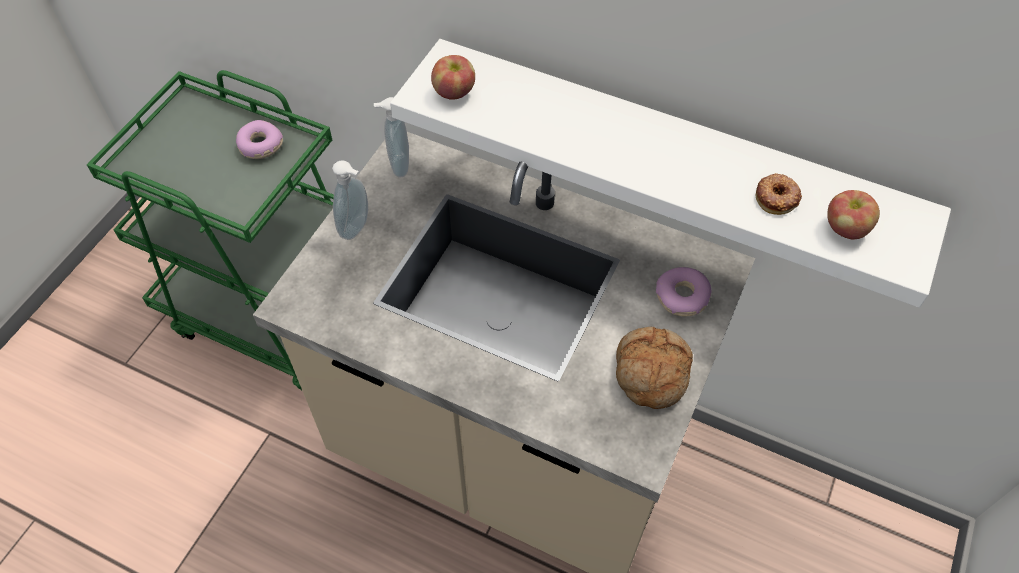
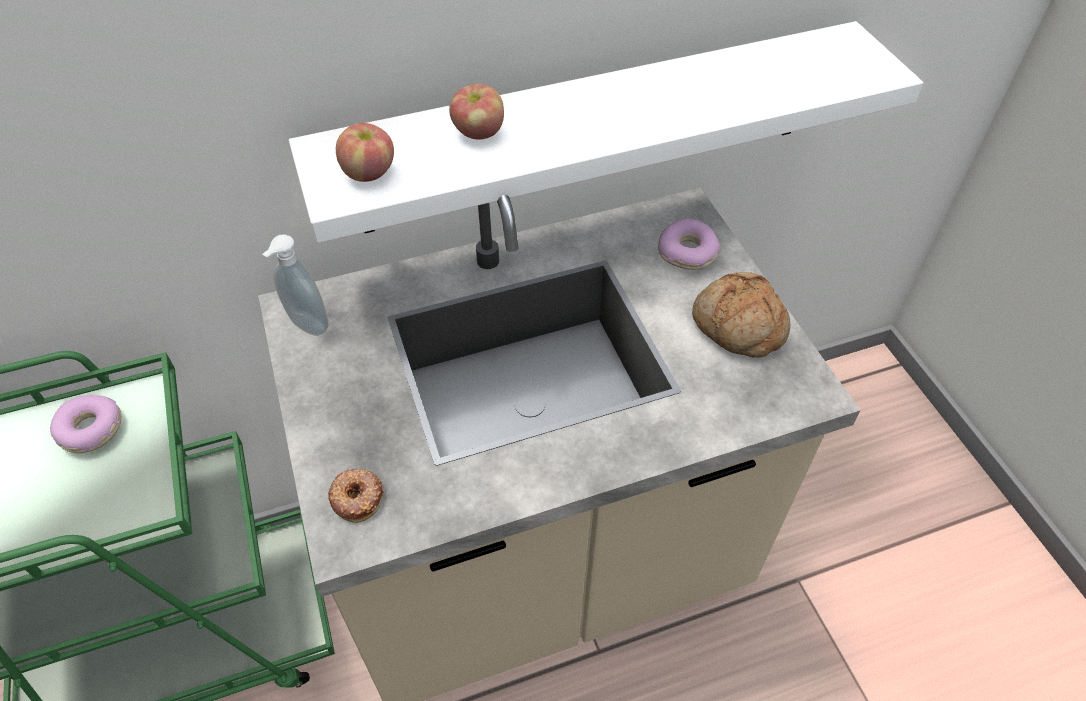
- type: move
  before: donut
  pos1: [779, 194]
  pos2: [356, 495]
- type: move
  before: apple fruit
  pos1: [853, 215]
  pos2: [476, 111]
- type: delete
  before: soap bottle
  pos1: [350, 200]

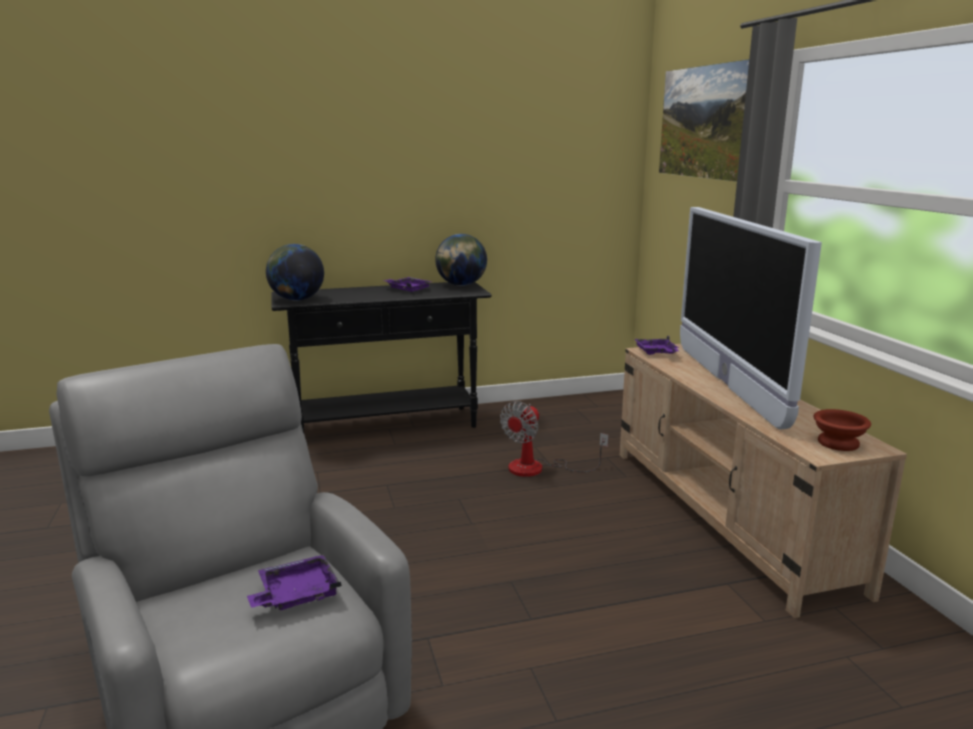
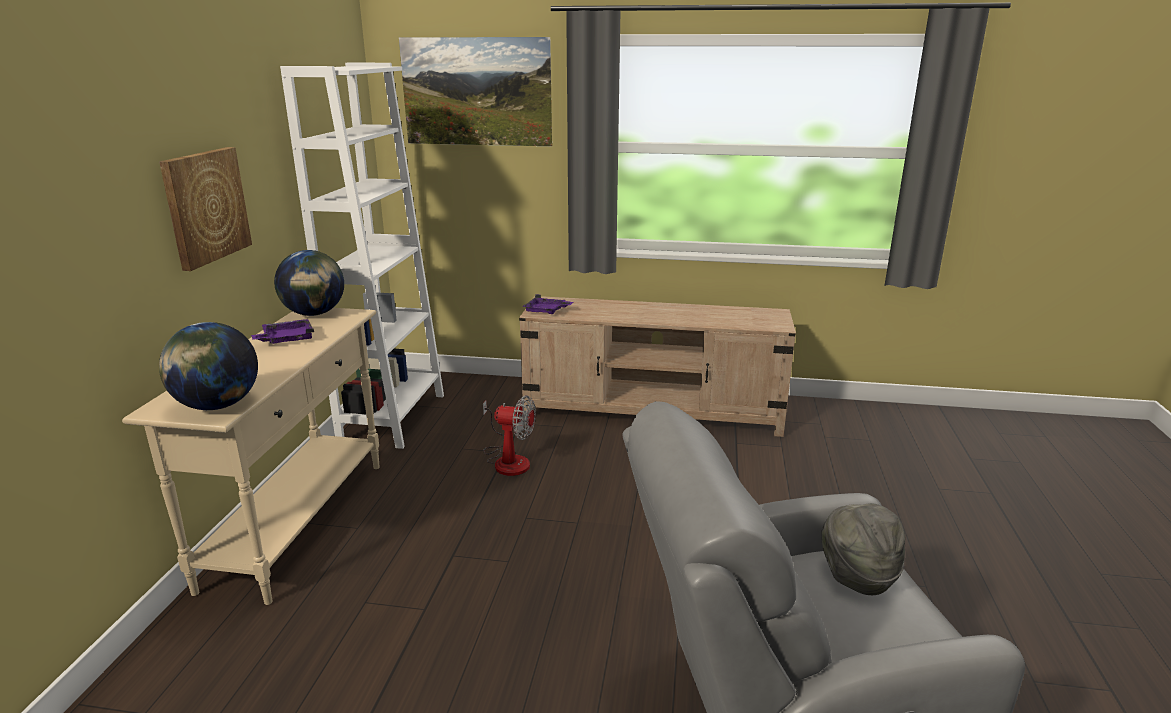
- type: recolor
  before: console table (black)
  after: console table (sand-coloured)
  pos1: [381, 357]
  pos2: [251, 456]
- type: insert
  after: wall art
  pos2: [205, 209]
- type: insert
  after: shelving unit (white-coloured)
  pos2: [362, 256]
- type: rotate
  before: fan
  pos1: [554, 439]
  pos2: [509, 435]
  turn: -45
- type: replace
  before: serving tray (purple)
  after: clothing hat (greyish)
  pos1: [294, 582]
  pos2: [863, 549]
- type: delete
  before: television
  pos1: [751, 318]
- type: delete
  before: serving bowl (brown)
  pos1: [842, 430]

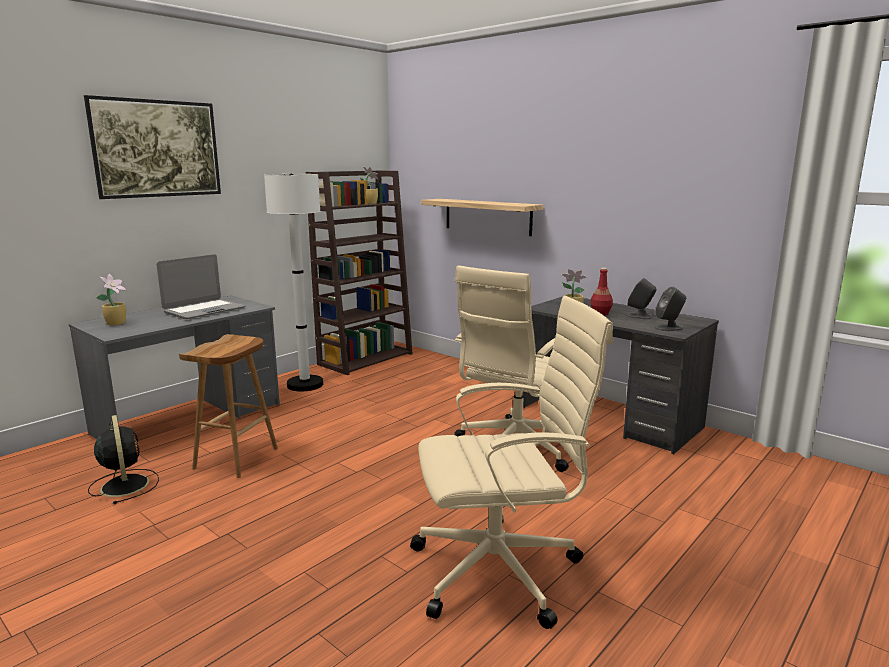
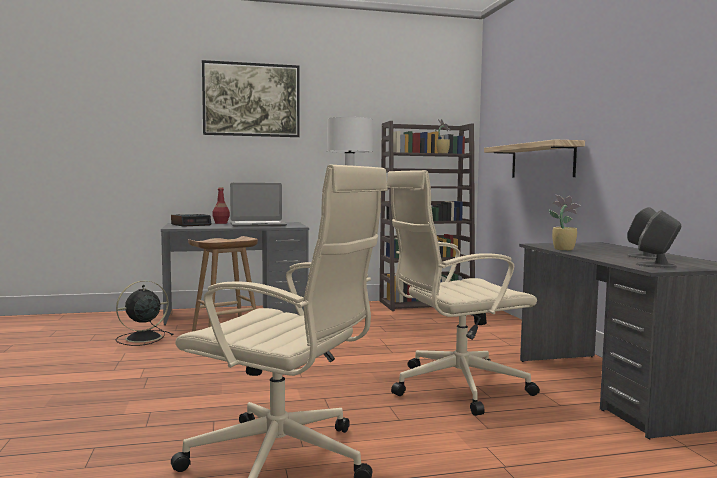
- type: rotate
  before: fan (black)
  pos1: [123, 459]
  pos2: [145, 313]
  turn: -135
- type: replace
  before: potted plant
  after: alarm clock
  pos1: [111, 300]
  pos2: [191, 220]
- type: move
  before: drink bottle (red)
  pos1: [601, 292]
  pos2: [221, 205]

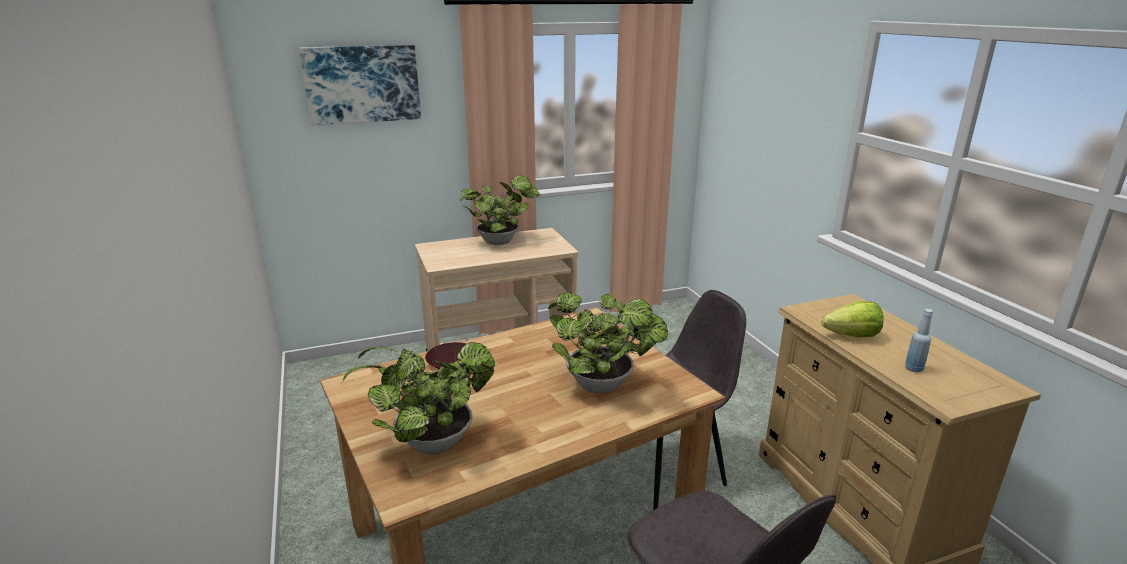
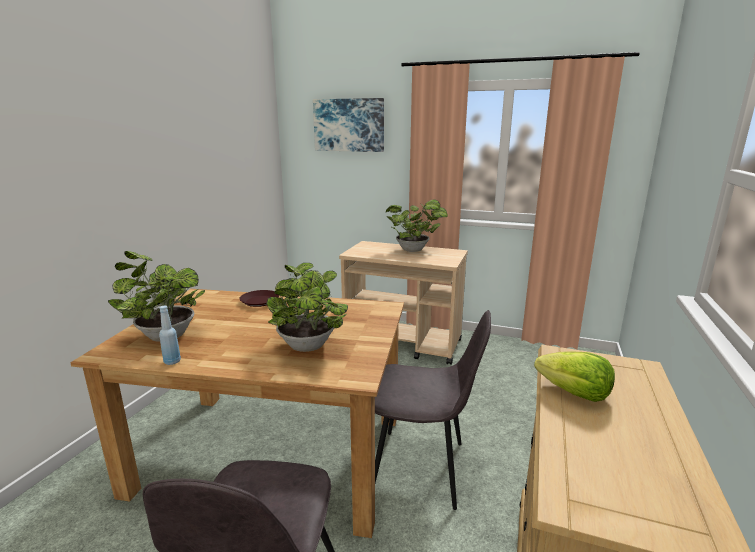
- type: move
  before: drink bottle (blue-coloured)
  pos1: [919, 340]
  pos2: [170, 335]

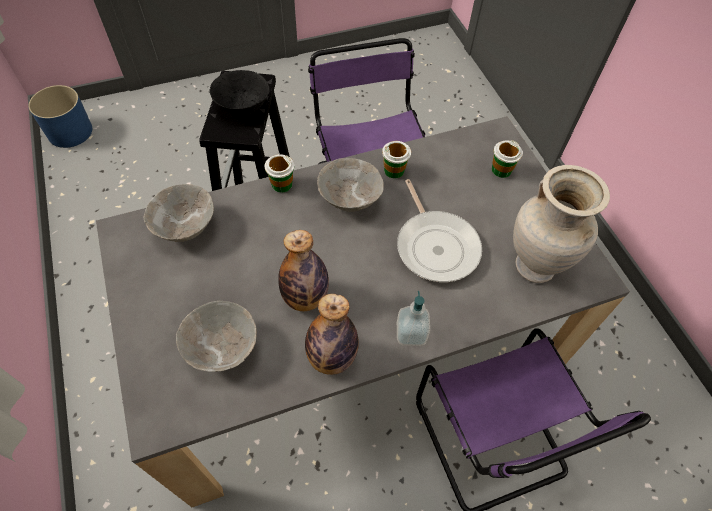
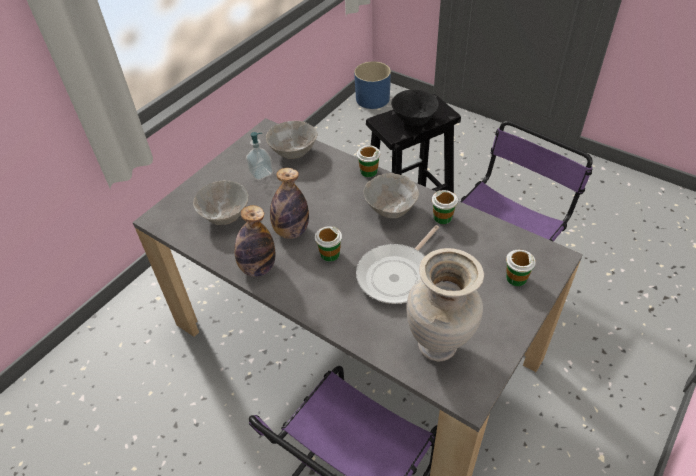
- type: move
  before: soap bottle
  pos1: [413, 318]
  pos2: [259, 156]
- type: insert
  after: drinking cup
  pos2: [328, 244]

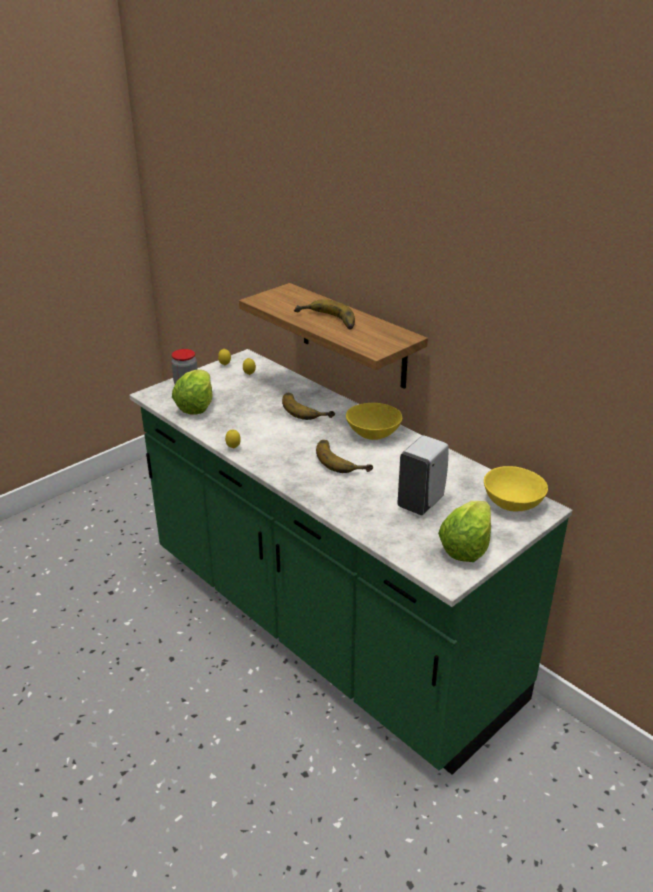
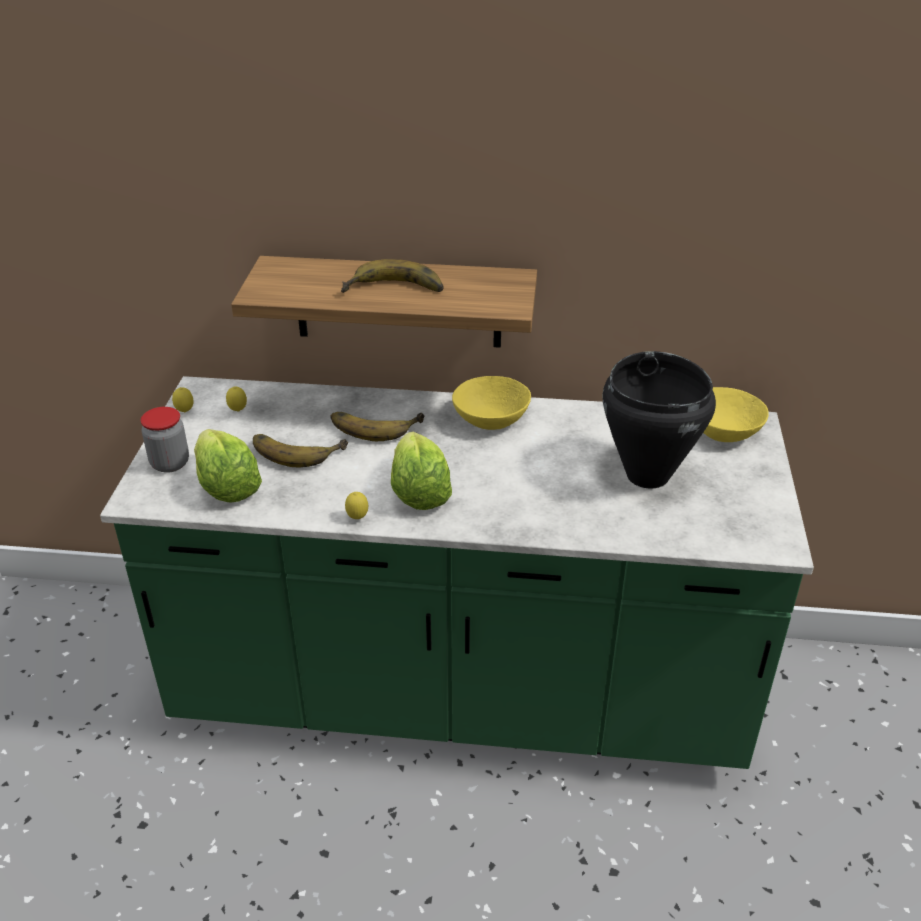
- type: move
  before: banana
  pos1: [344, 456]
  pos2: [300, 450]
- type: move
  before: lettuce
  pos1: [464, 531]
  pos2: [421, 470]
- type: replace
  before: soap bottle (white-coloured)
  after: saucepot (black)
  pos1: [423, 475]
  pos2: [659, 420]

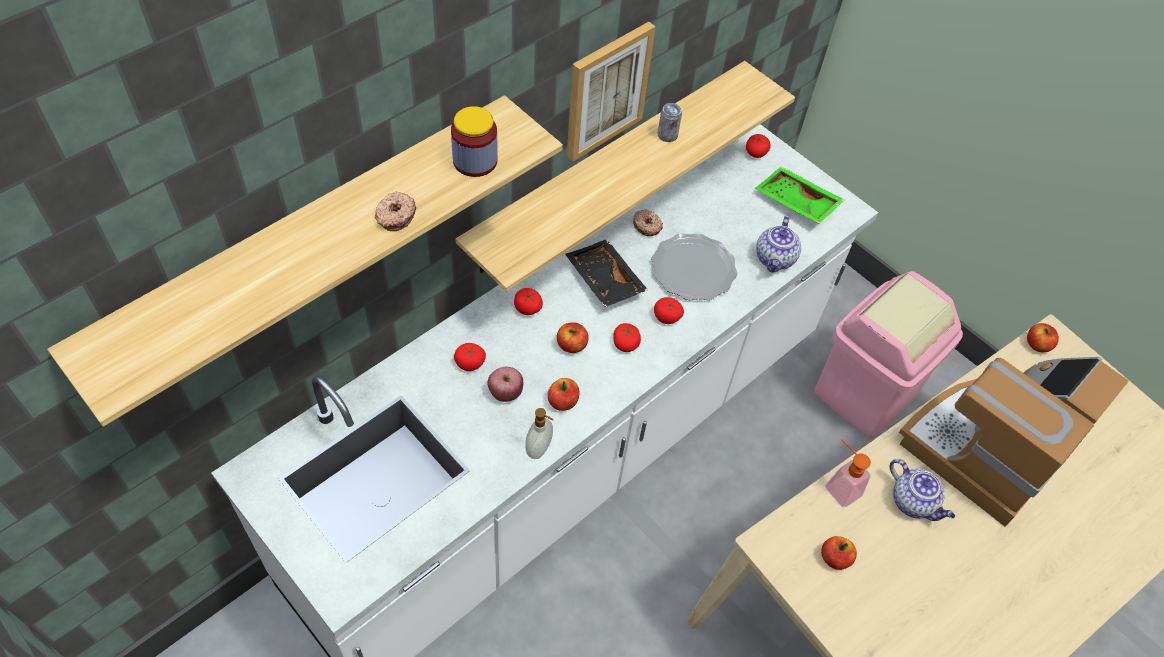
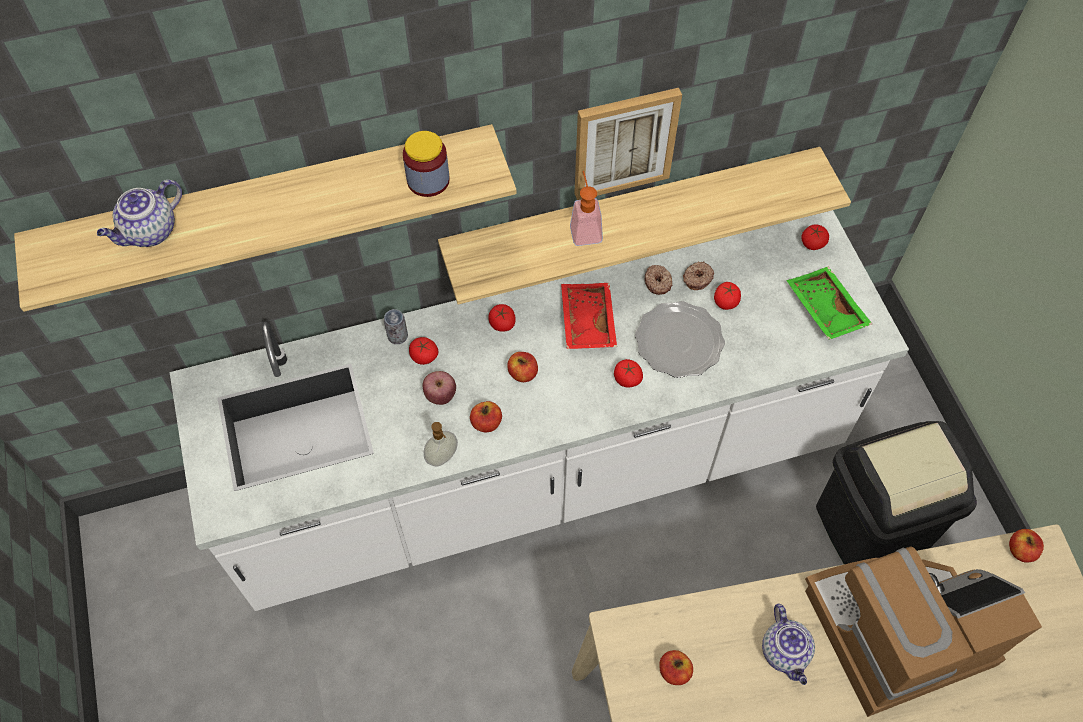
- type: move
  before: tea pot
  pos1: [779, 244]
  pos2: [139, 213]
- type: move
  before: sealed can
  pos1: [670, 122]
  pos2: [396, 326]
- type: recolor
  before: serving tray (black)
  after: serving tray (red)
  pos1: [606, 273]
  pos2: [589, 316]
- type: move
  before: soap bottle
  pos1: [848, 473]
  pos2: [586, 208]
- type: move
  before: donut
  pos1: [395, 211]
  pos2: [698, 275]
- type: move
  before: fresh tomato
  pos1: [627, 337]
  pos2: [727, 296]
- type: recolor
  before: rubbish bin (pinkish)
  after: rubbish bin (black)
  pos1: [888, 354]
  pos2: [896, 492]

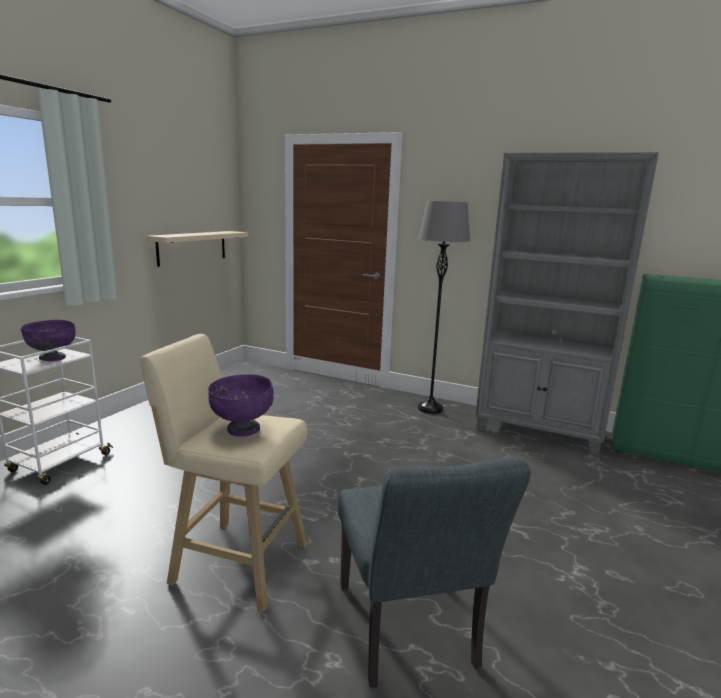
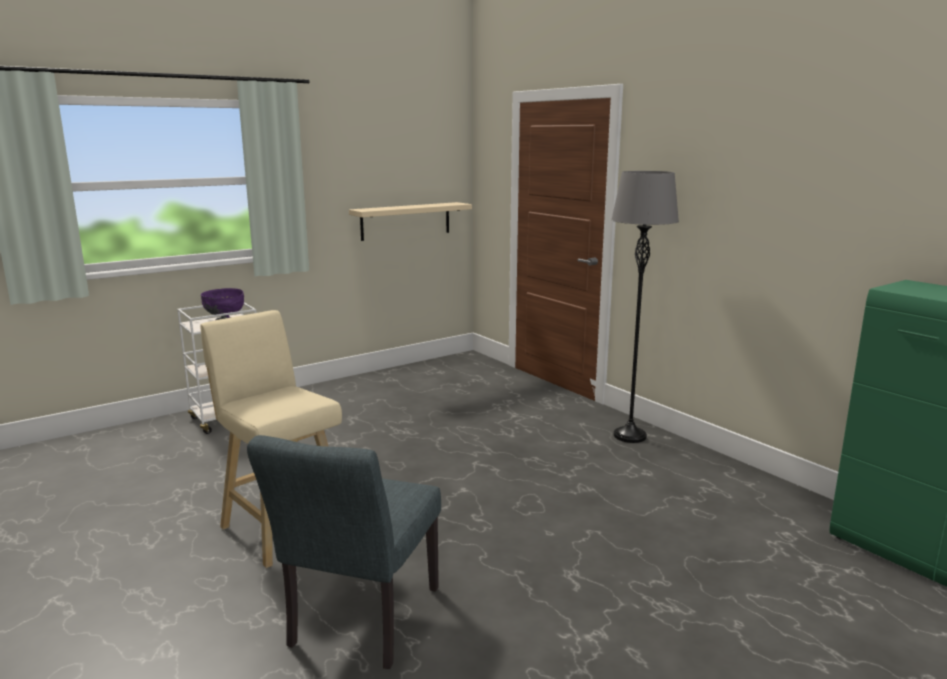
- type: delete
  before: serving bowl (purple)
  pos1: [241, 405]
- type: delete
  before: shelving unit (greyish)
  pos1: [567, 304]

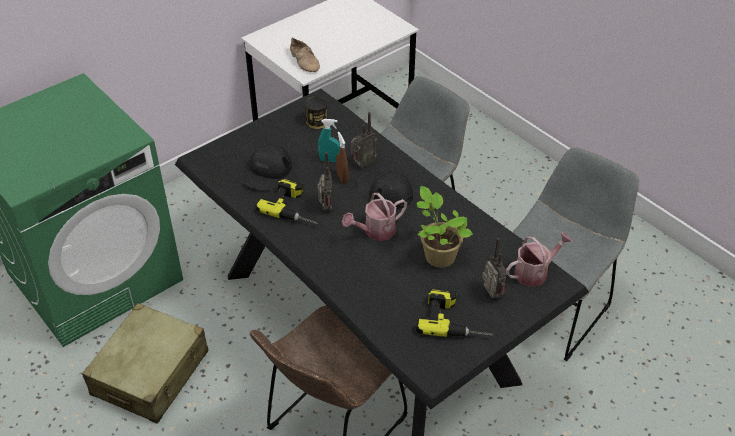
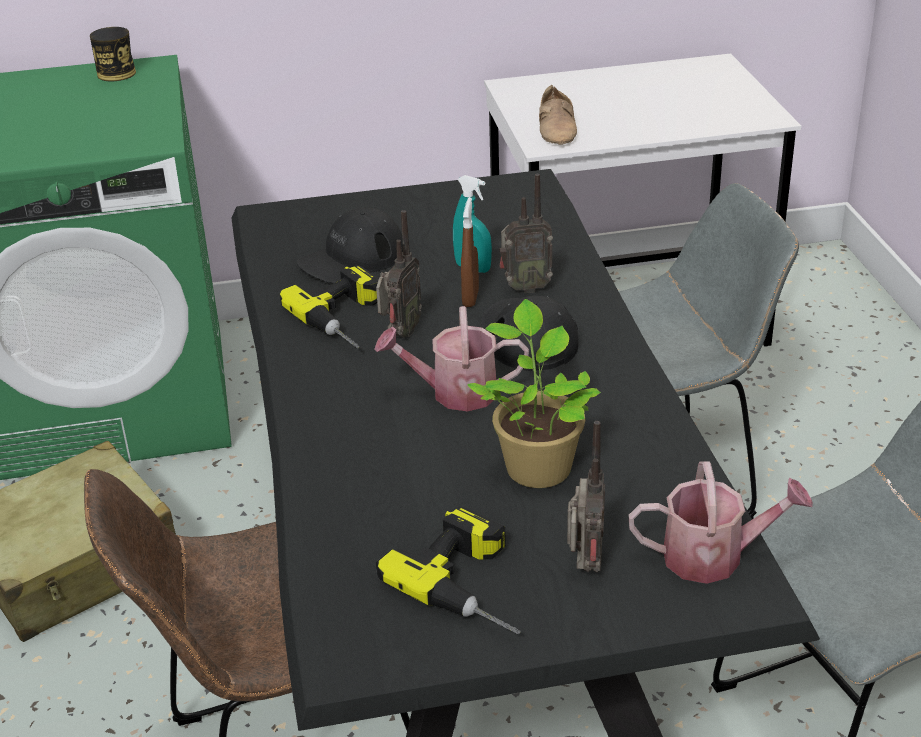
- type: move
  before: sealed can
  pos1: [316, 112]
  pos2: [113, 54]

